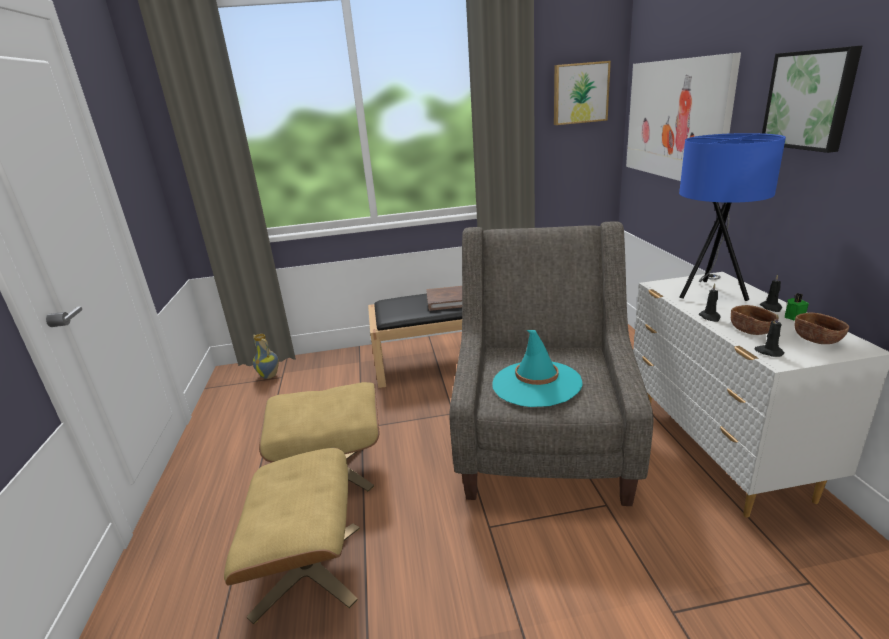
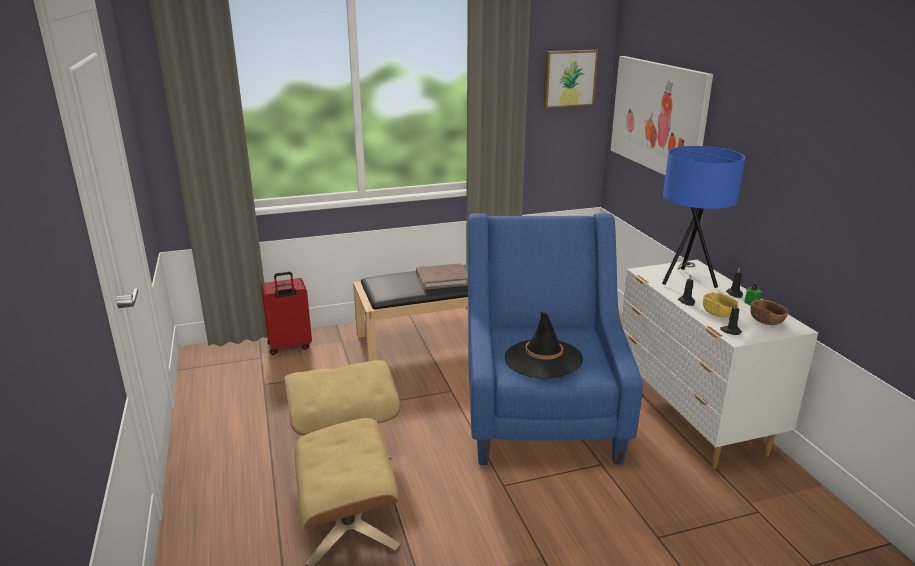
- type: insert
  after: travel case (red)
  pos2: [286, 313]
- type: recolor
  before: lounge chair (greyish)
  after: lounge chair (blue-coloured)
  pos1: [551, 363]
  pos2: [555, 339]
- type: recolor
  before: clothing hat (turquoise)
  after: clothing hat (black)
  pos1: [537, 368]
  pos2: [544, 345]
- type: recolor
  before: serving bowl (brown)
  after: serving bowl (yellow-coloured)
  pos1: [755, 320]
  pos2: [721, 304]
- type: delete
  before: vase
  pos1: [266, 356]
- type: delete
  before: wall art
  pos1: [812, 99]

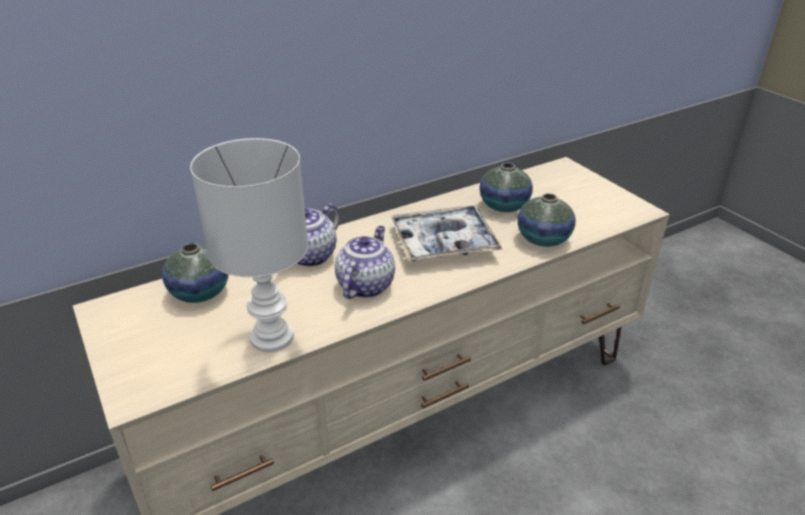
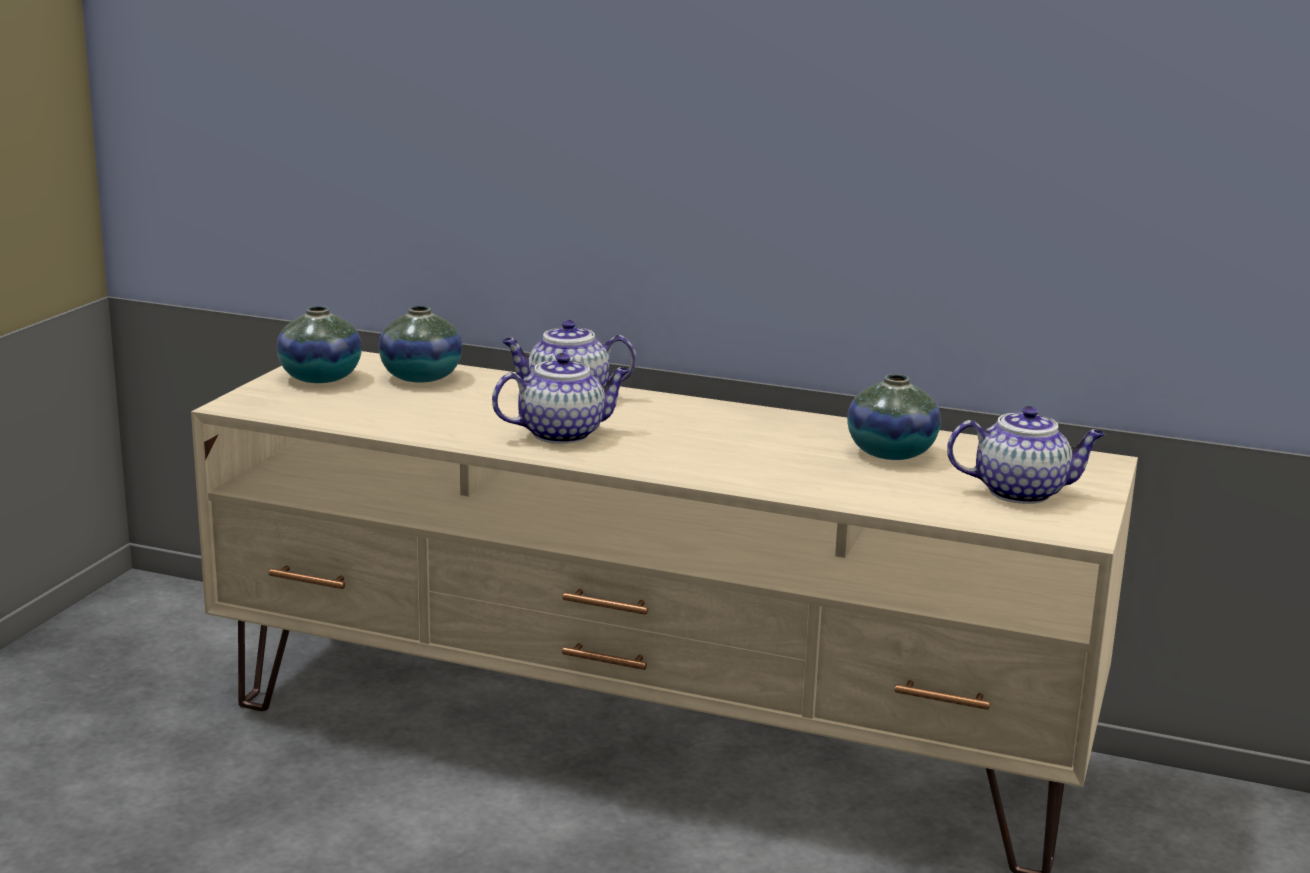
- type: move
  before: vase
  pos1: [546, 220]
  pos2: [319, 344]
- type: insert
  after: tea pot
  pos2: [1026, 455]
- type: delete
  before: tabletop lamp (white-coloured)
  pos1: [249, 245]
- type: delete
  before: serving tray
  pos1: [447, 233]

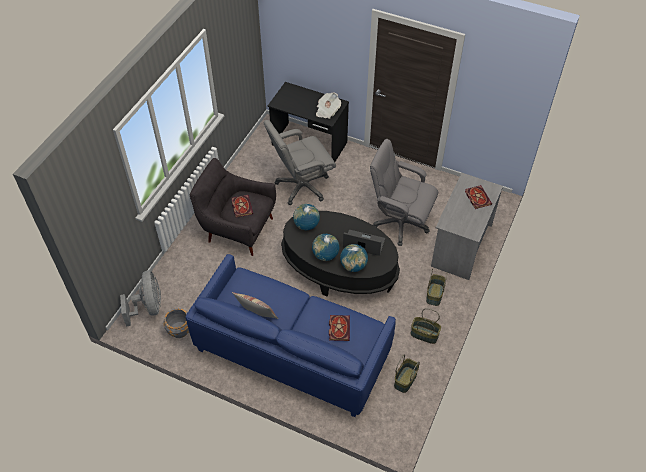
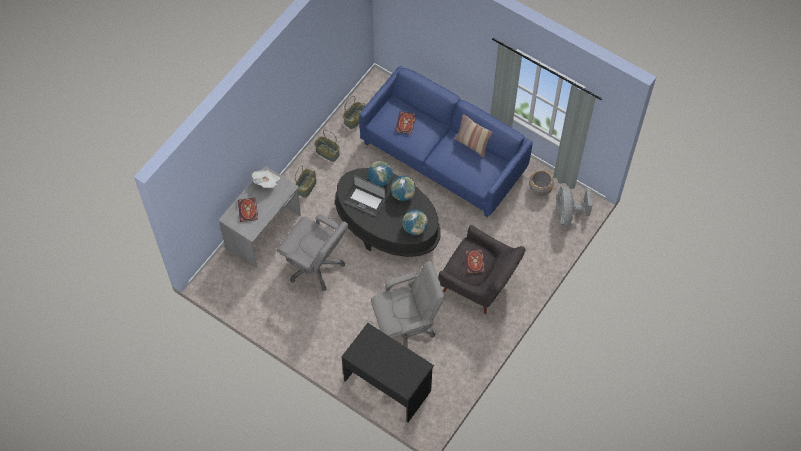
- type: move
  before: daily paper
  pos1: [328, 106]
  pos2: [266, 179]

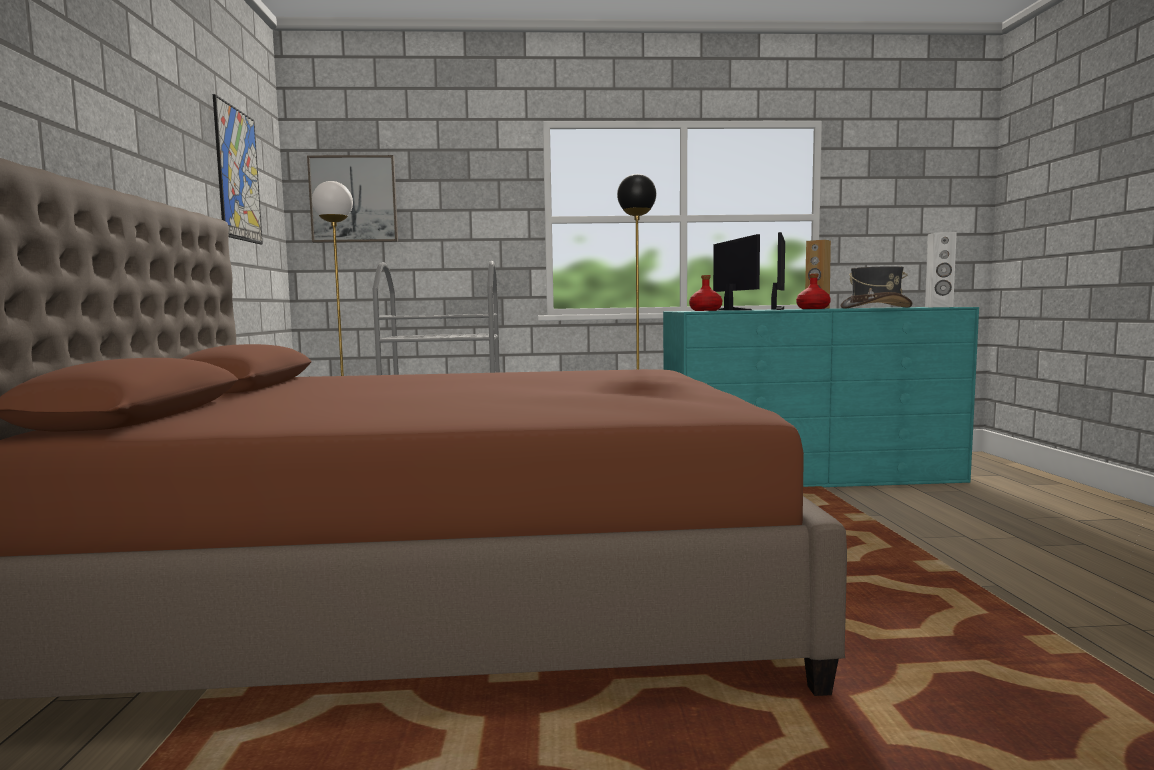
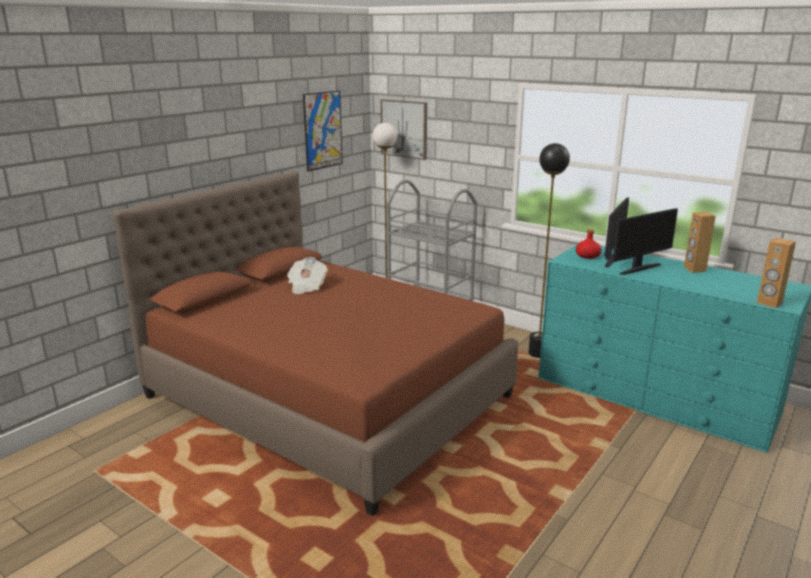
- type: insert
  after: daily paper
  pos2: [307, 275]
- type: recolor
  before: loudspeaker (white-coloured)
  after: loudspeaker (brown)
  pos1: [941, 269]
  pos2: [776, 273]
- type: delete
  before: drink bottle (red)
  pos1: [813, 291]
- type: delete
  before: clothing hat (greyish)
  pos1: [876, 287]

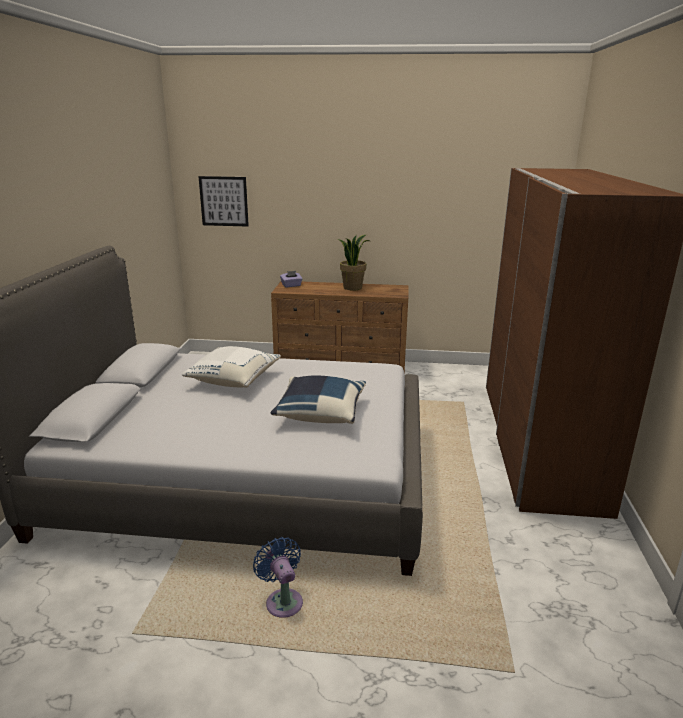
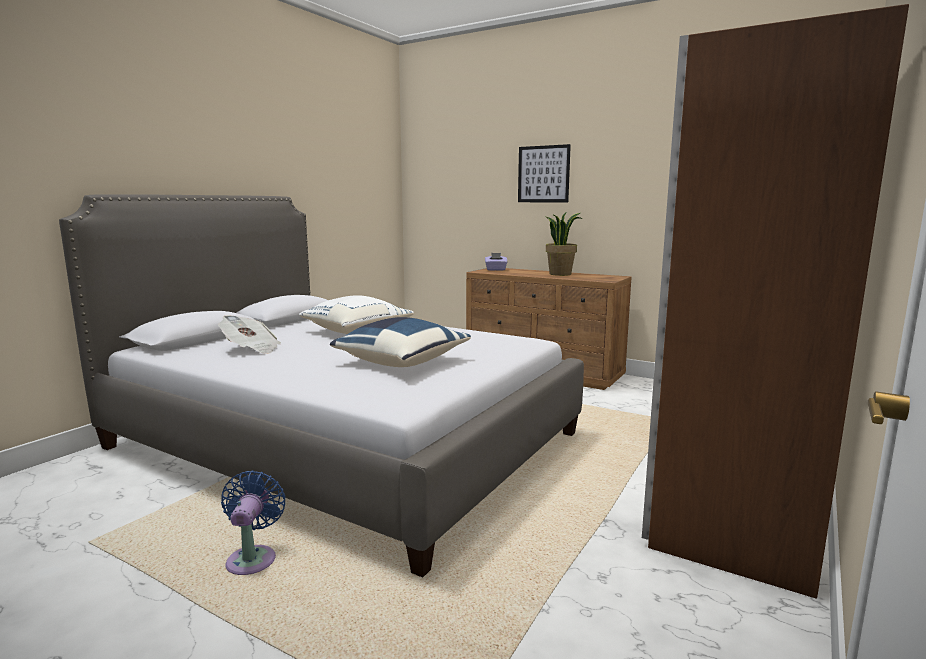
- type: insert
  after: daily paper
  pos2: [249, 334]
- type: move
  before: wall art
  pos1: [223, 201]
  pos2: [544, 173]

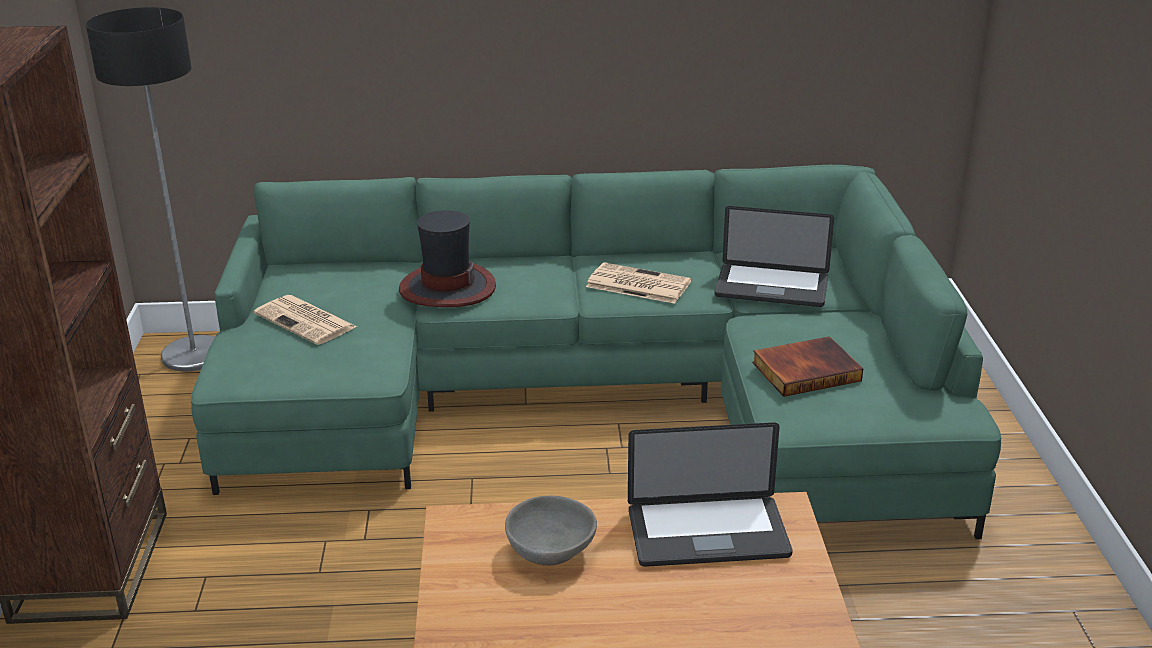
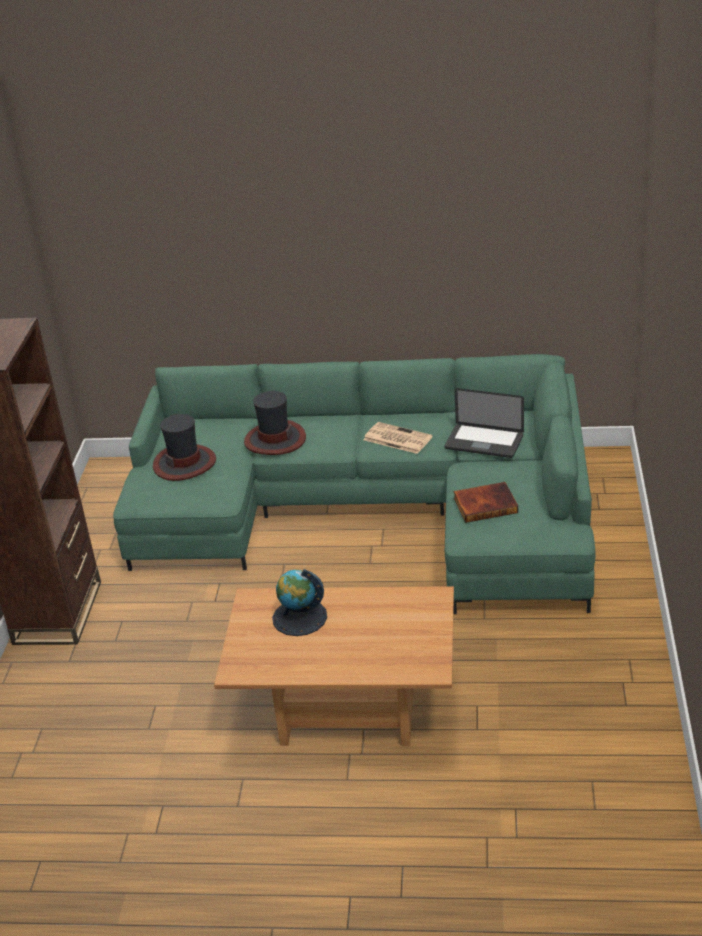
- type: replace
  before: daily paper
  after: clothing hat
  pos1: [305, 320]
  pos2: [184, 447]
- type: replace
  before: serving bowl (greyish)
  after: world globe
  pos1: [551, 530]
  pos2: [299, 602]
- type: delete
  before: standard lamp
  pos1: [150, 189]
- type: delete
  before: notebook computer
  pos1: [710, 494]

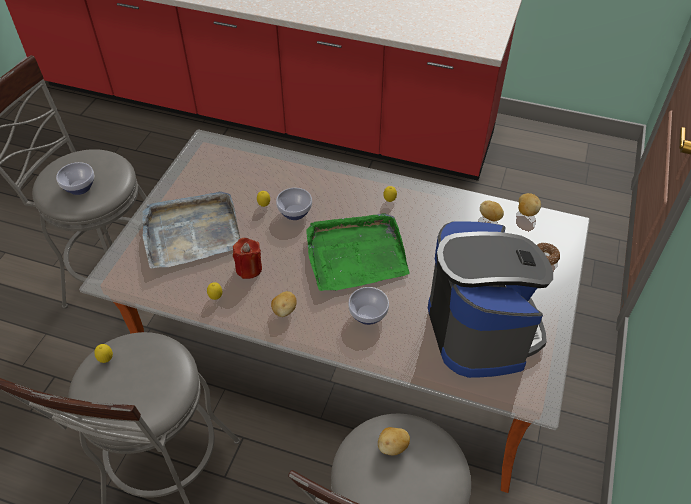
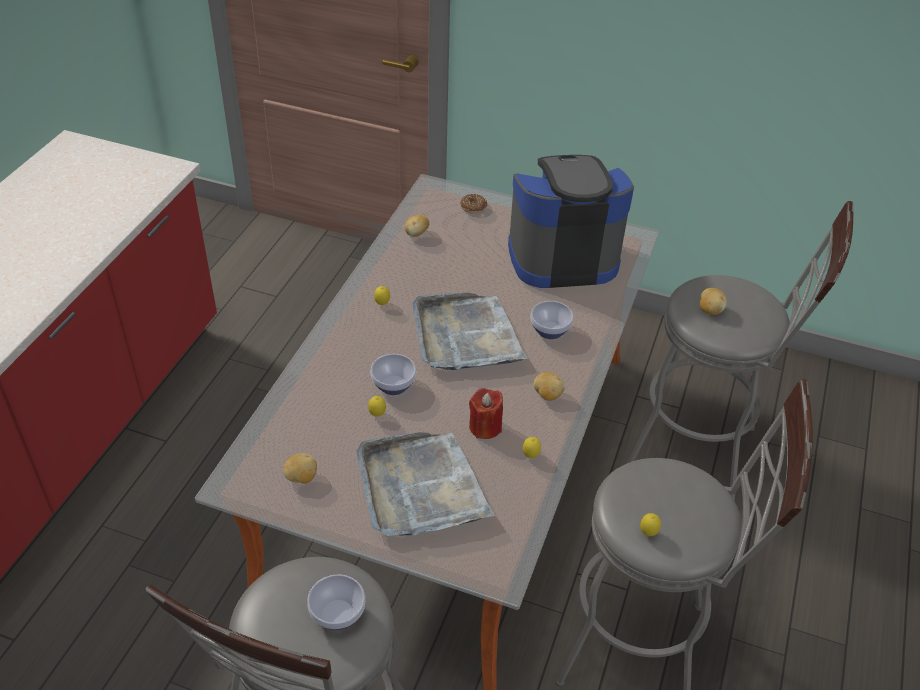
- type: move
  before: whole potato
  pos1: [529, 204]
  pos2: [300, 468]
- type: recolor
  before: serving tray (green)
  after: serving tray (greyish)
  pos1: [358, 252]
  pos2: [470, 331]

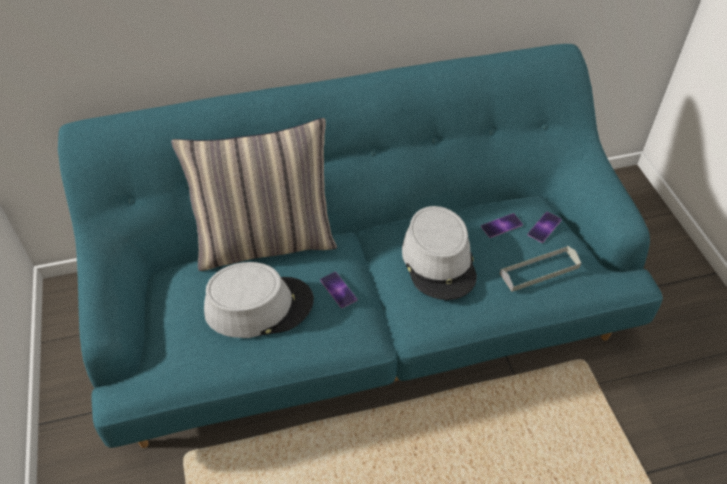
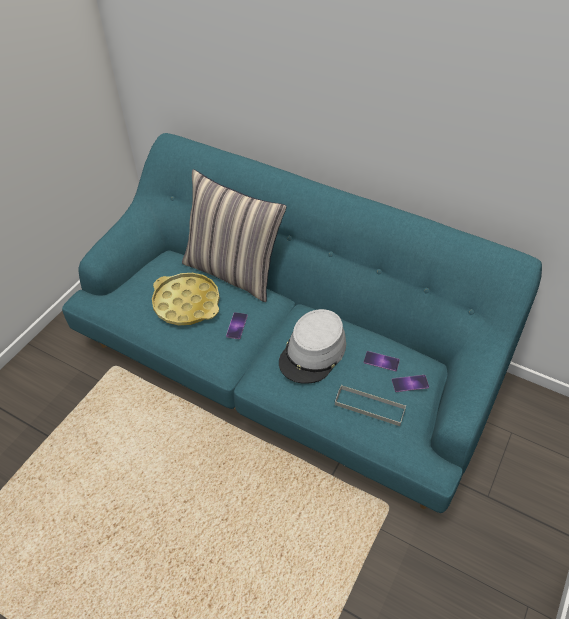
- type: replace
  before: clothing hat (greyish)
  after: serving tray (yellow-coloured)
  pos1: [259, 300]
  pos2: [186, 299]

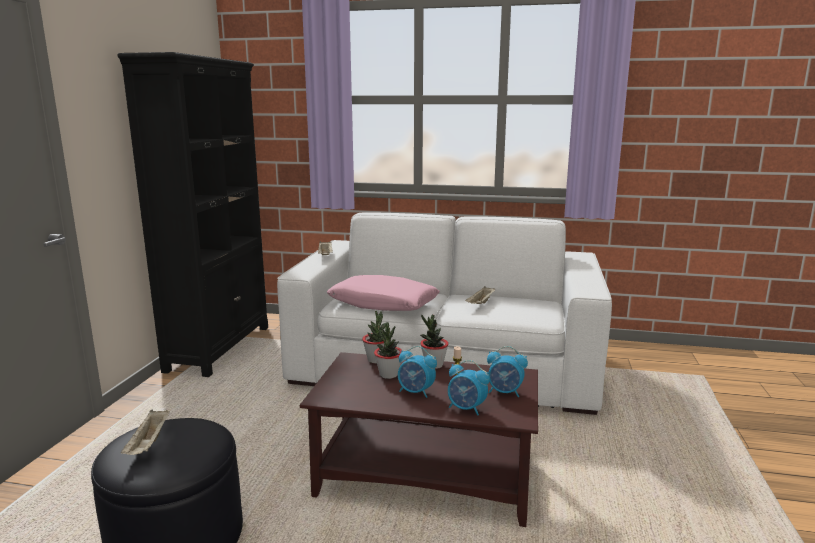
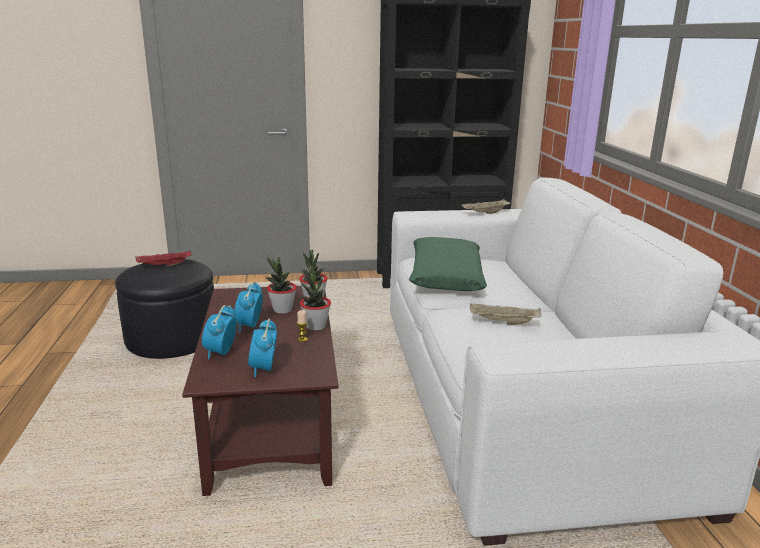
- type: recolor
  before: serving tray (sand-coloured)
  after: serving tray (red)
  pos1: [145, 432]
  pos2: [163, 258]
- type: recolor
  before: pillow (pinkish)
  after: pillow (green)
  pos1: [383, 293]
  pos2: [448, 264]

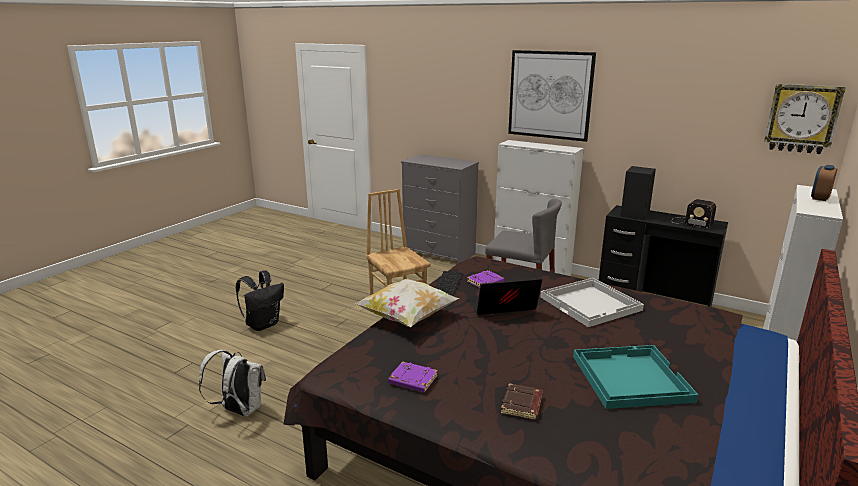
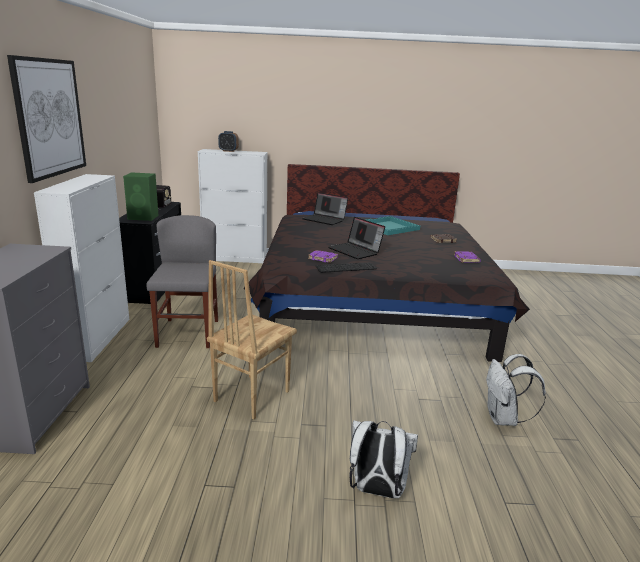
- type: recolor
  before: loudspeaker (black)
  after: loudspeaker (green)
  pos1: [638, 193]
  pos2: [141, 196]
- type: insert
  after: notebook computer
  pos2: [325, 208]
- type: recolor
  before: backpack (black)
  after: backpack (white-coloured)
  pos1: [260, 300]
  pos2: [383, 459]
- type: delete
  before: pillow
  pos1: [407, 303]
- type: delete
  before: serving tray (white-coloured)
  pos1: [592, 302]
- type: delete
  before: hanging clock
  pos1: [805, 119]

